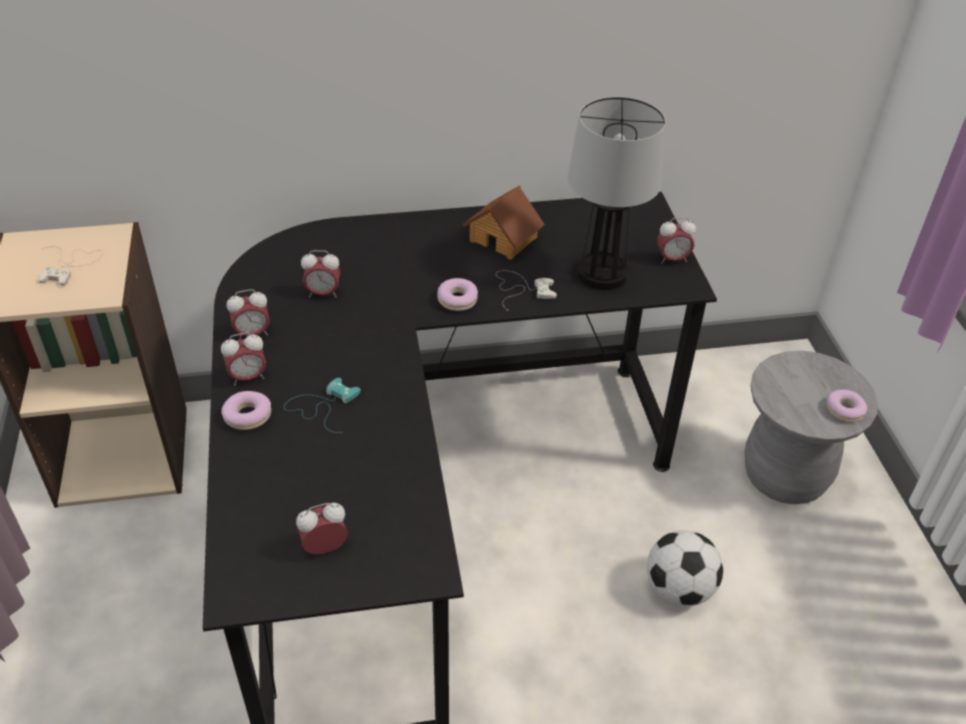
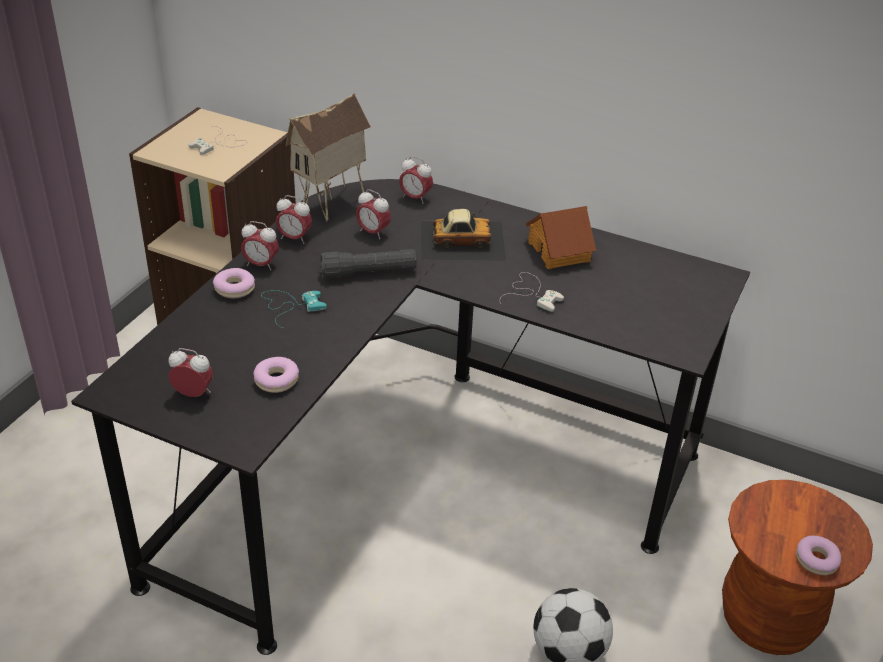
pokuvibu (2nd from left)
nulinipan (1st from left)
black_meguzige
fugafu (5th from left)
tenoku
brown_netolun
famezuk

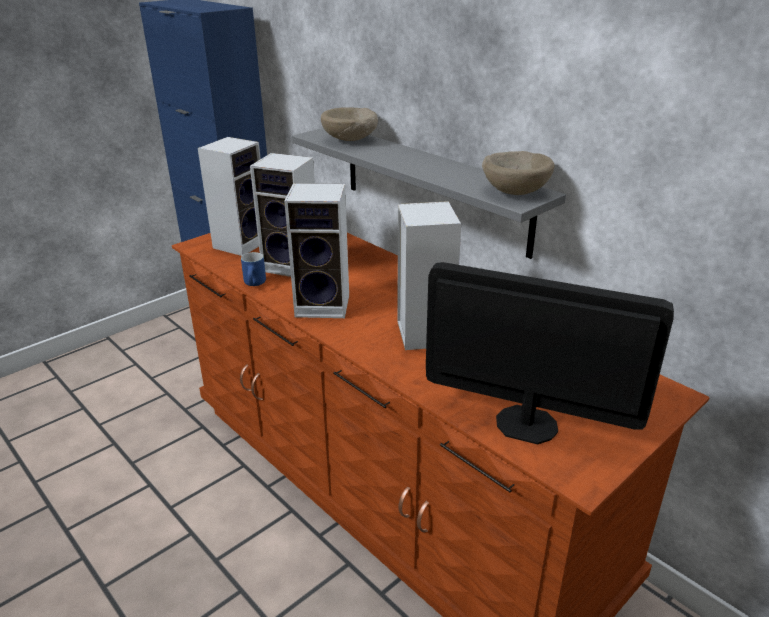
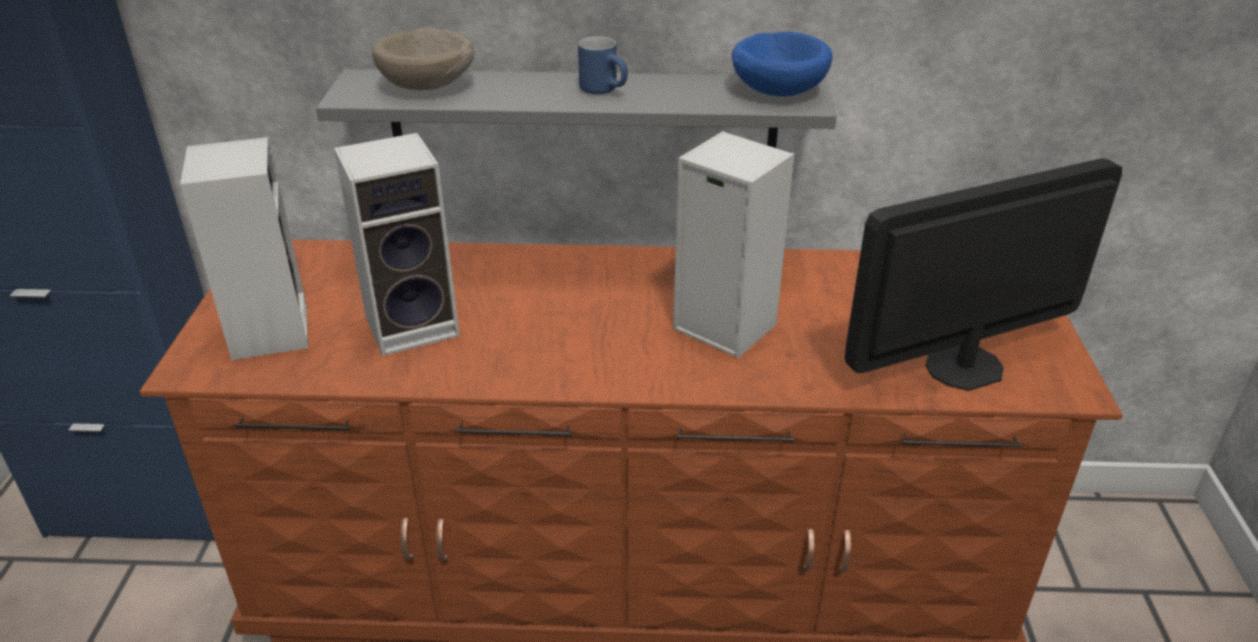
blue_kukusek
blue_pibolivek
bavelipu (3rd from left in the first image)

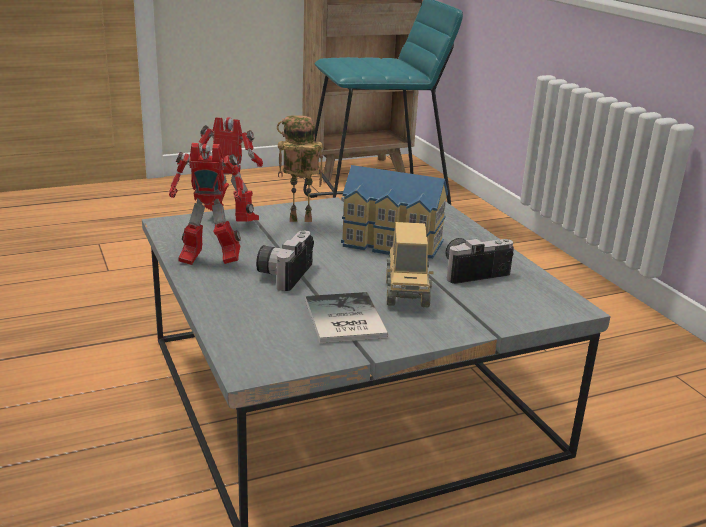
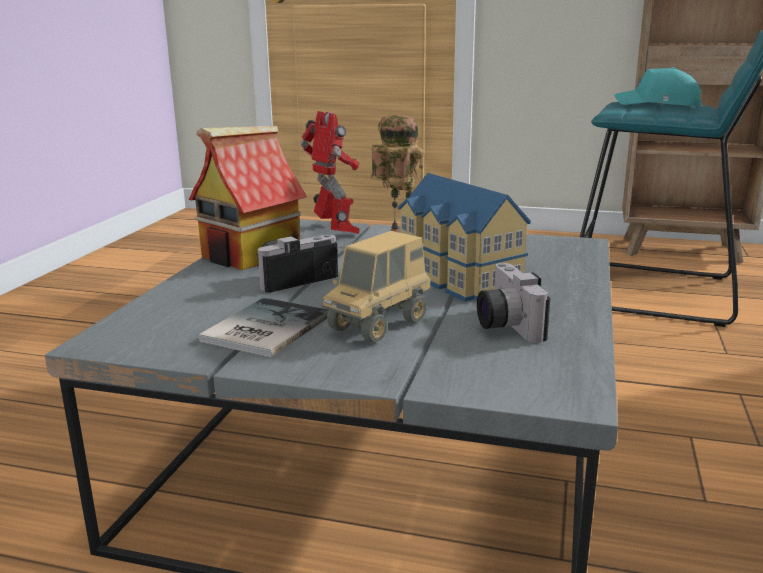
nulinipan (1st from left)
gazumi (2nd from left)
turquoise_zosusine

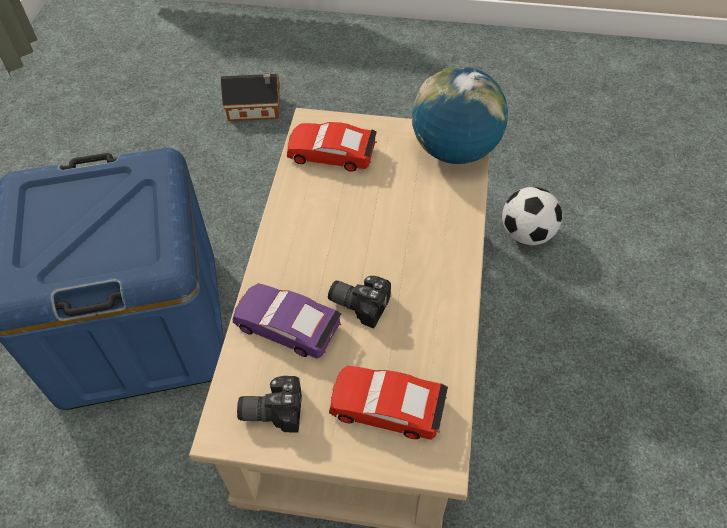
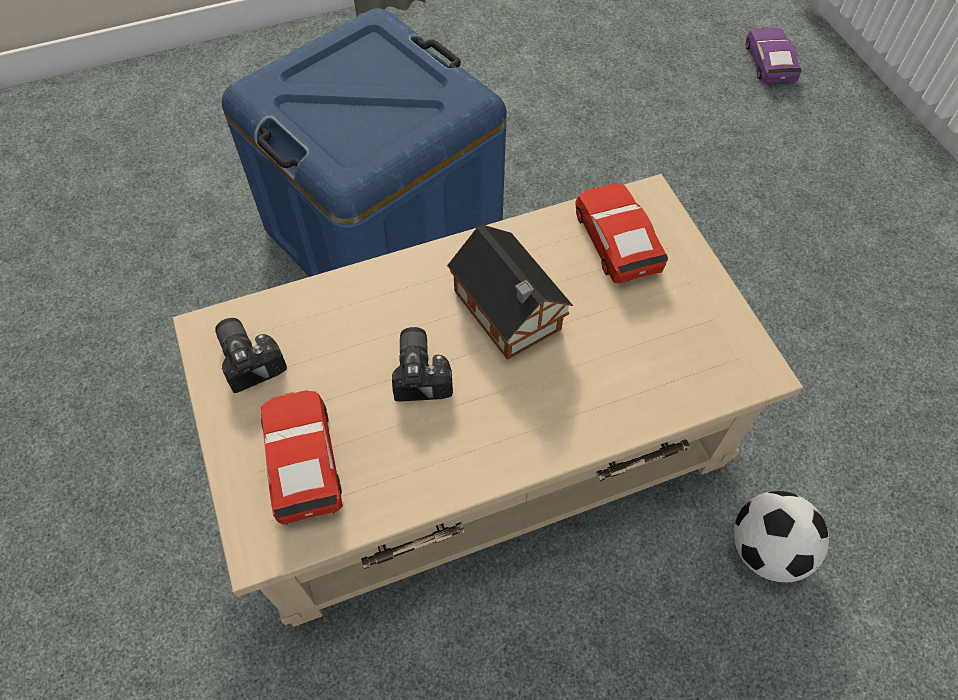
nulinipan
purple_tenoku
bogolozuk

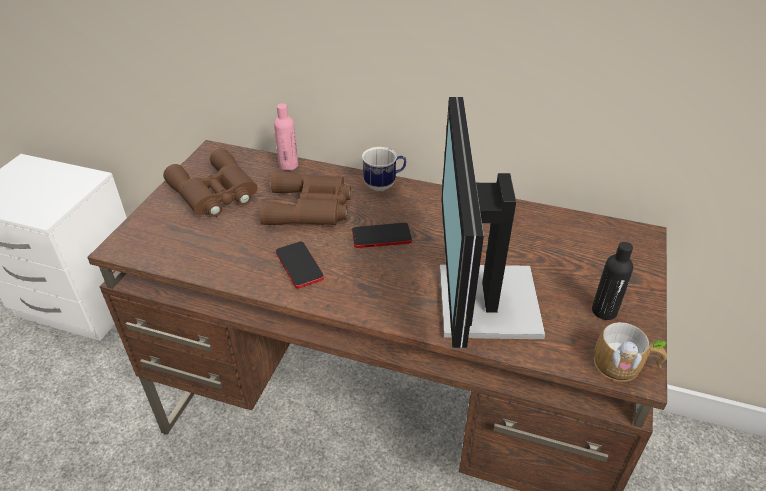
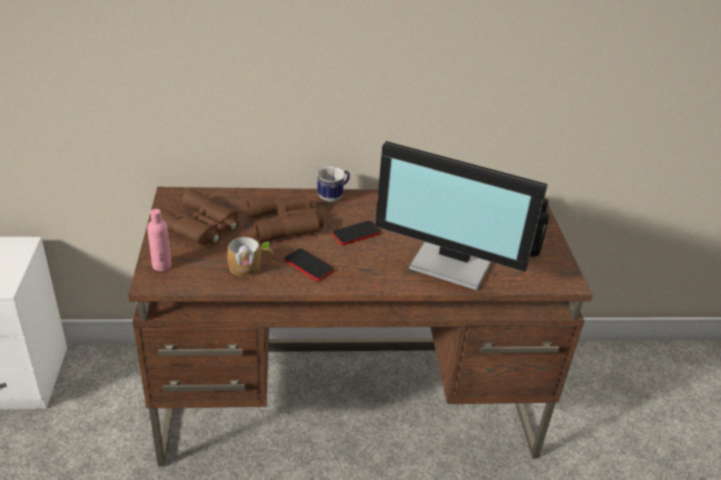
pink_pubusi
kukusek (1st from left)
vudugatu

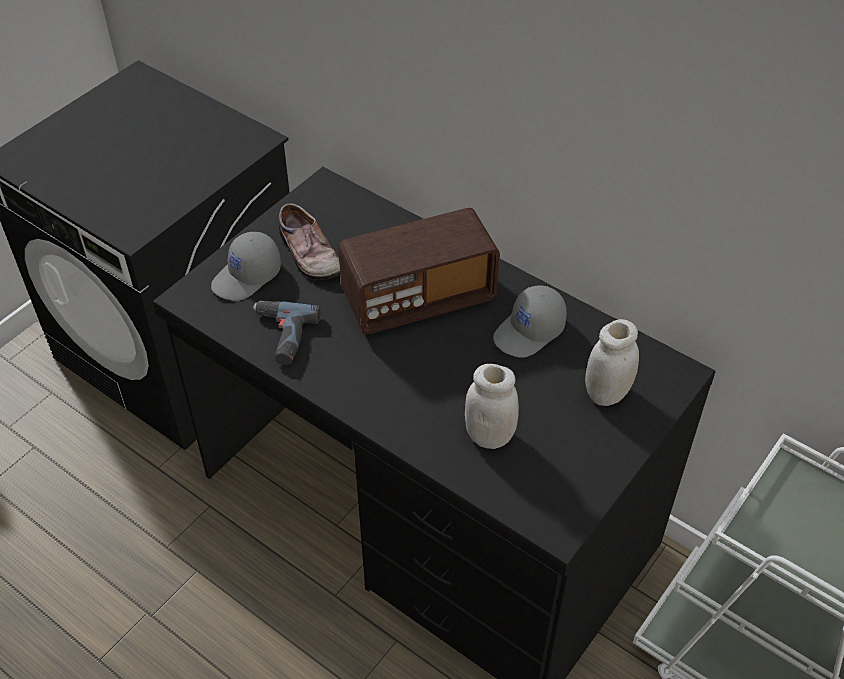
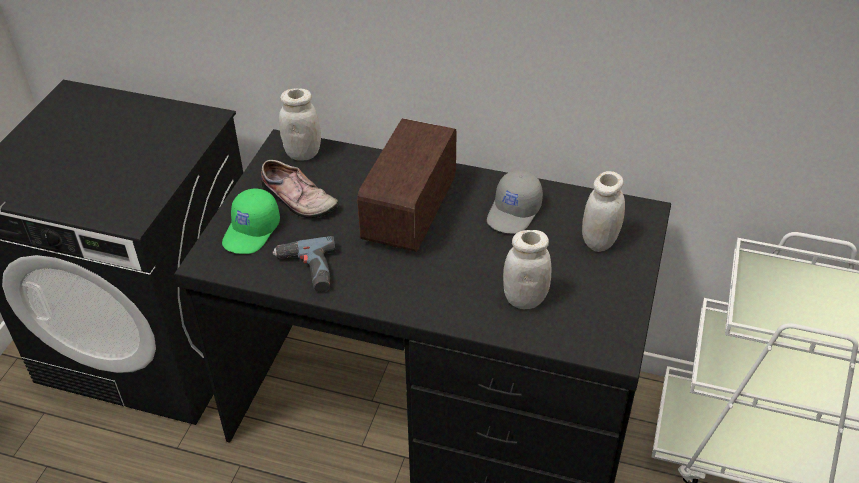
green_zosusine
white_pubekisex (1st from left)
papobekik

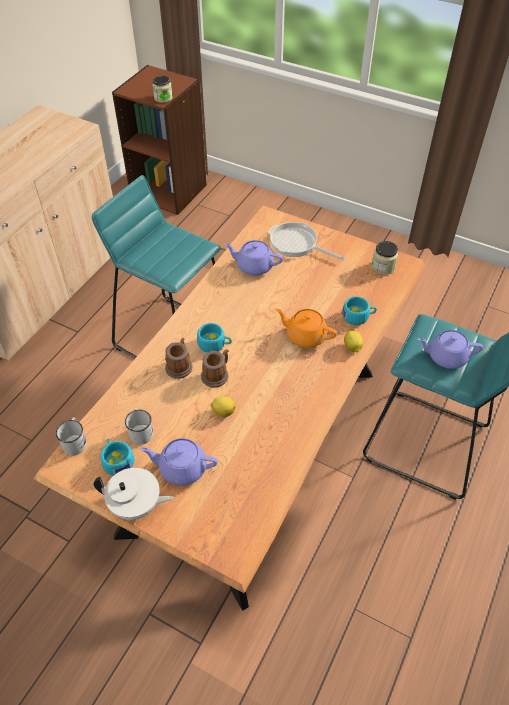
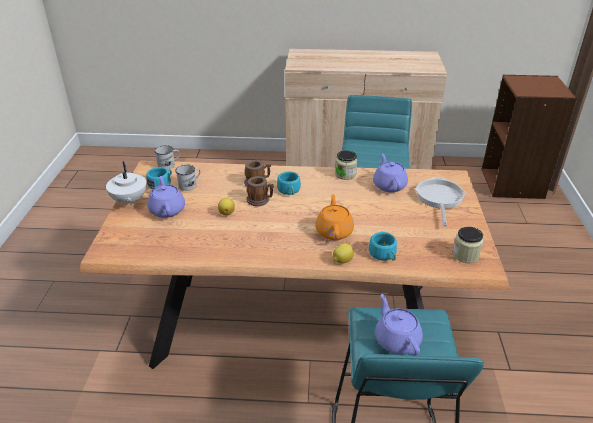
pubekisex (1st from left)

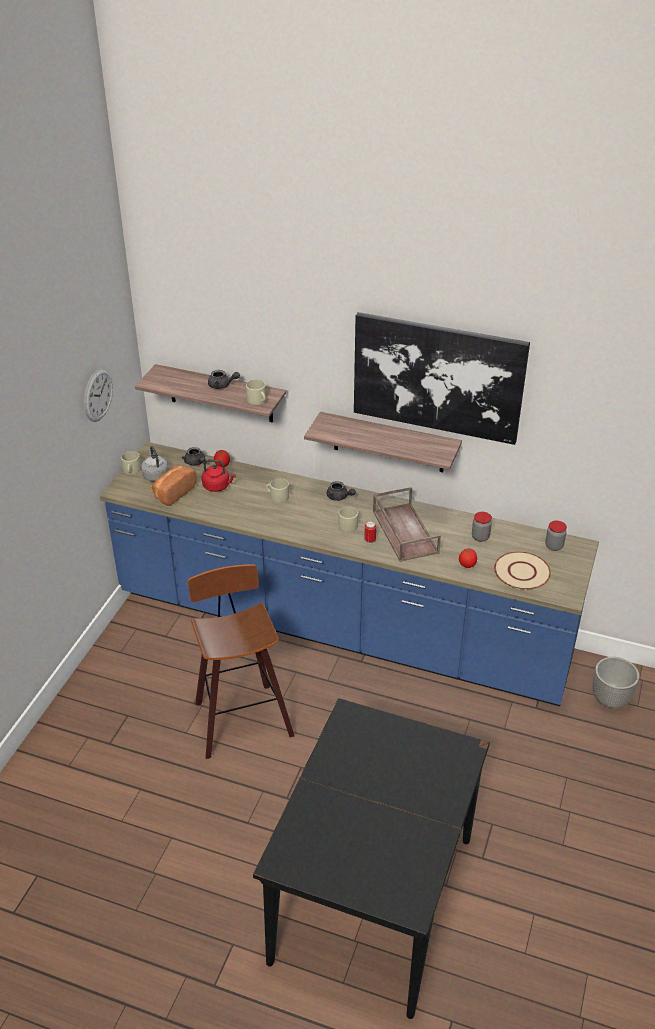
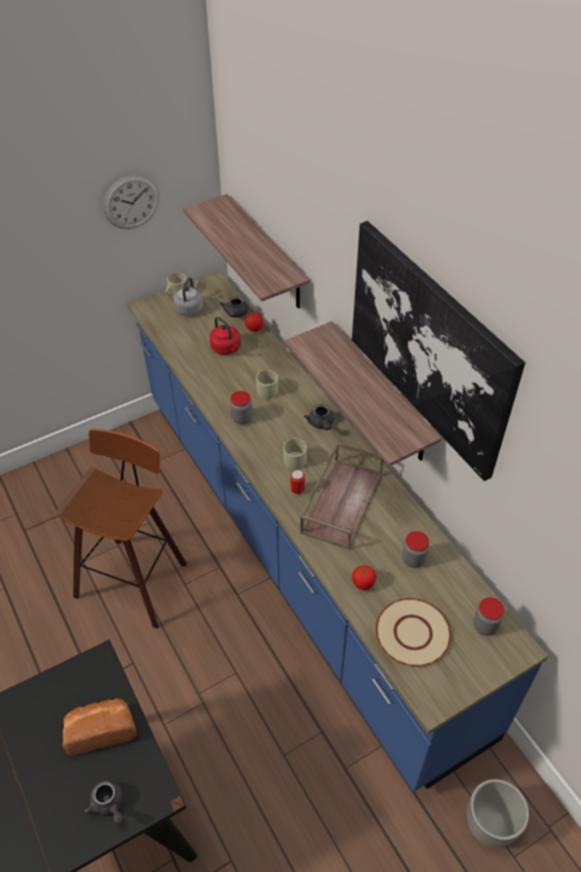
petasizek
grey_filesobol (1st from left)
pubekisex (1st from left)
beige_kukusek (2nd from left in the first image)

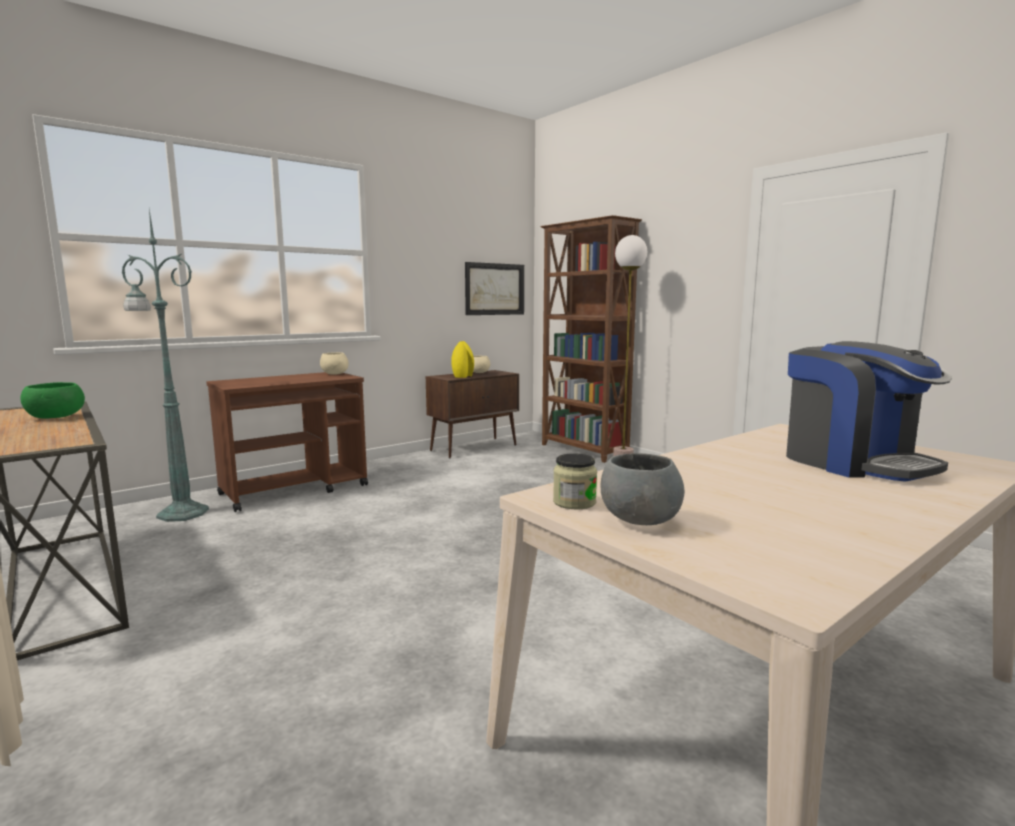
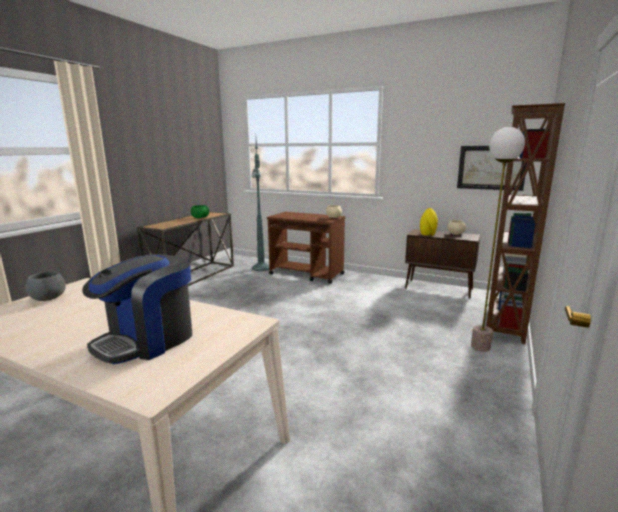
pubekisex

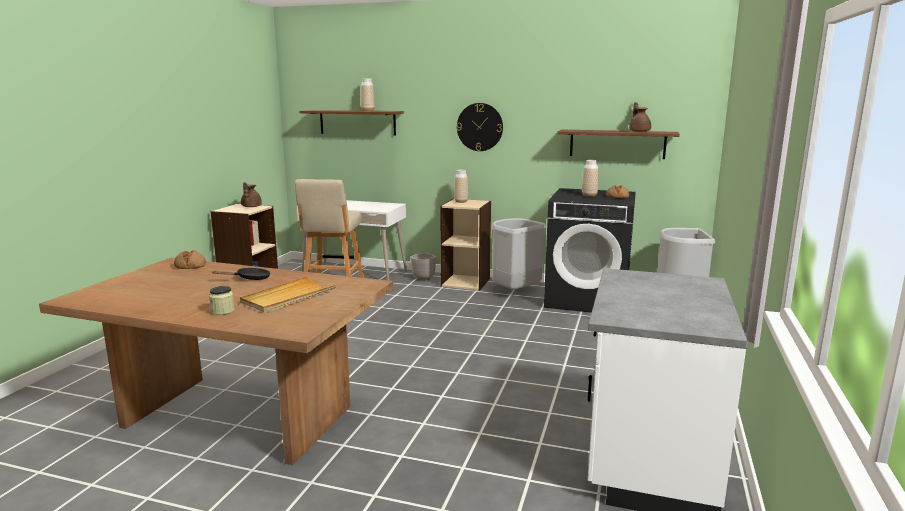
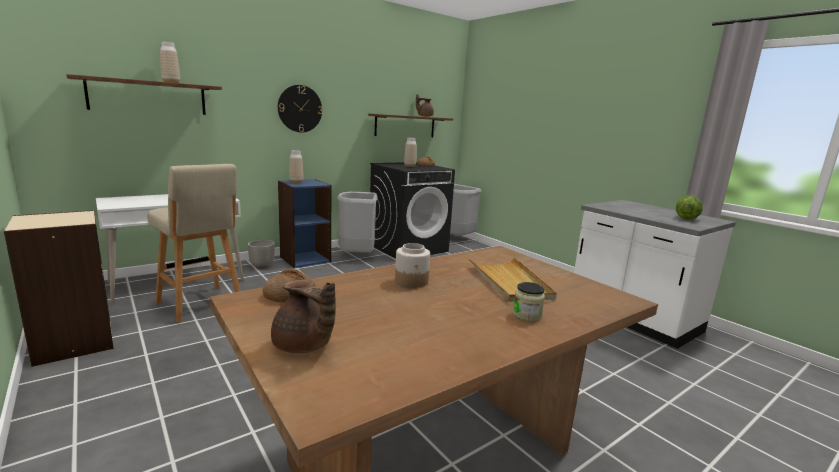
brown_filesobol (1st from left)
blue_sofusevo
pubekisex (1st from left)
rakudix

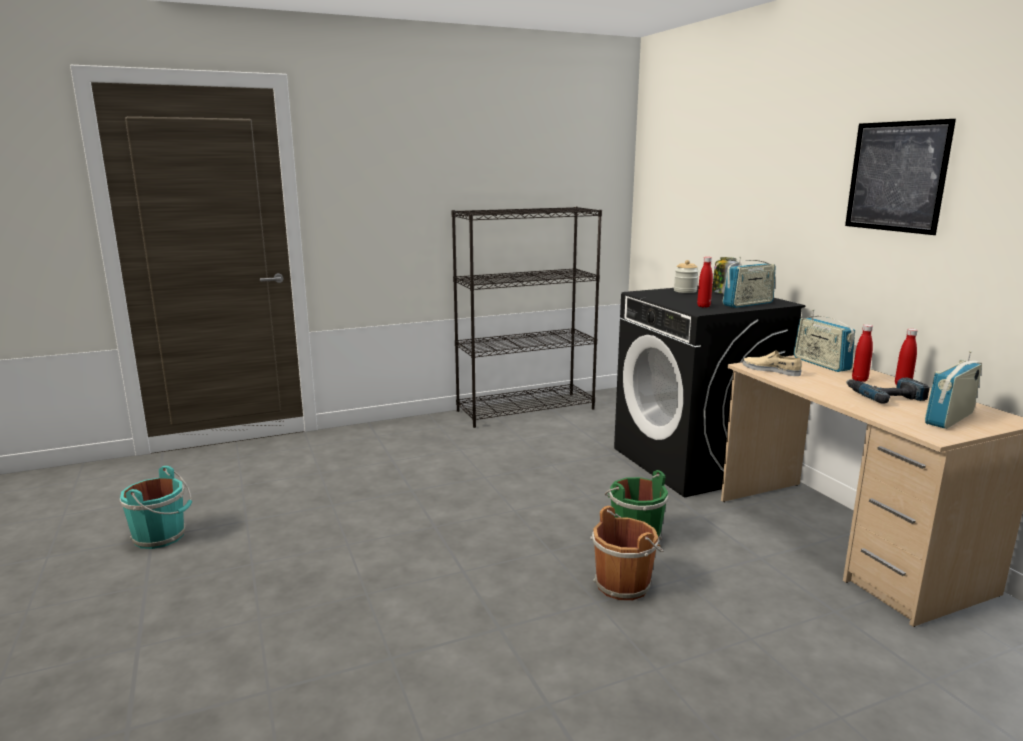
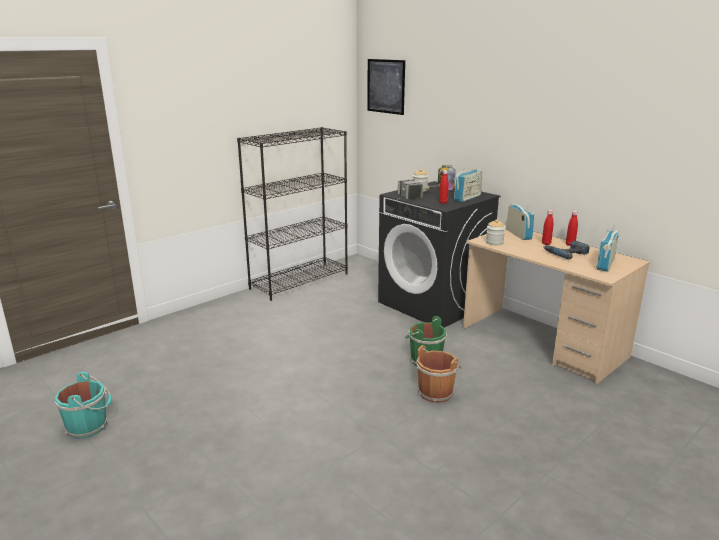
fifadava
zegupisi
pubekisex (3rd from left)
papobekik (2nd from left)

